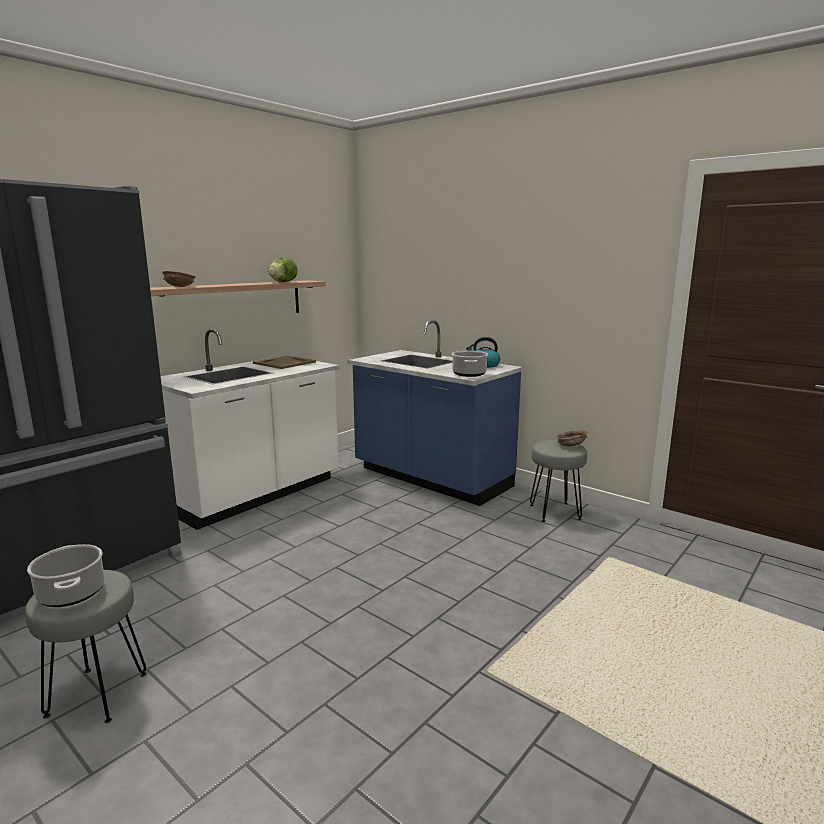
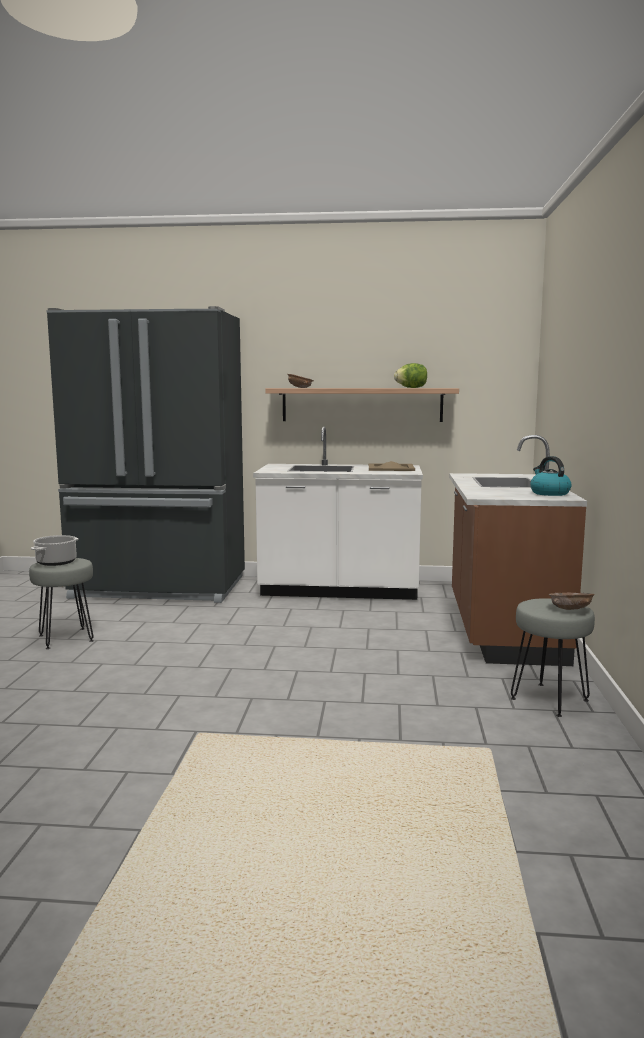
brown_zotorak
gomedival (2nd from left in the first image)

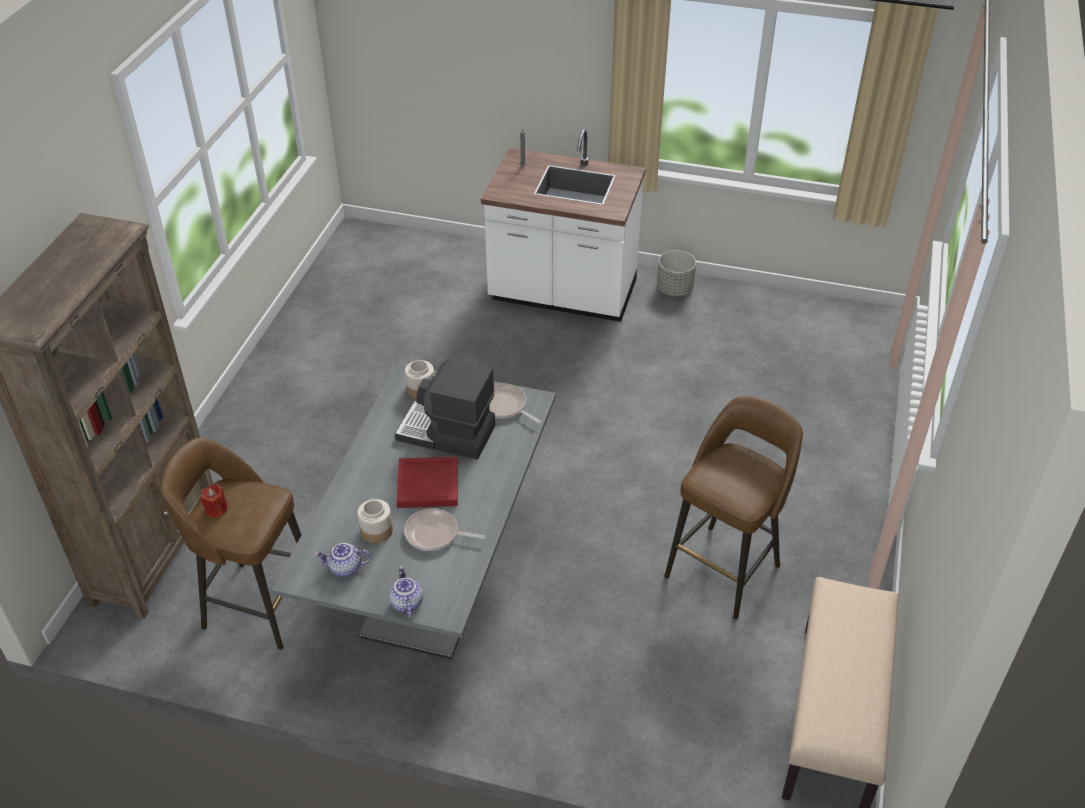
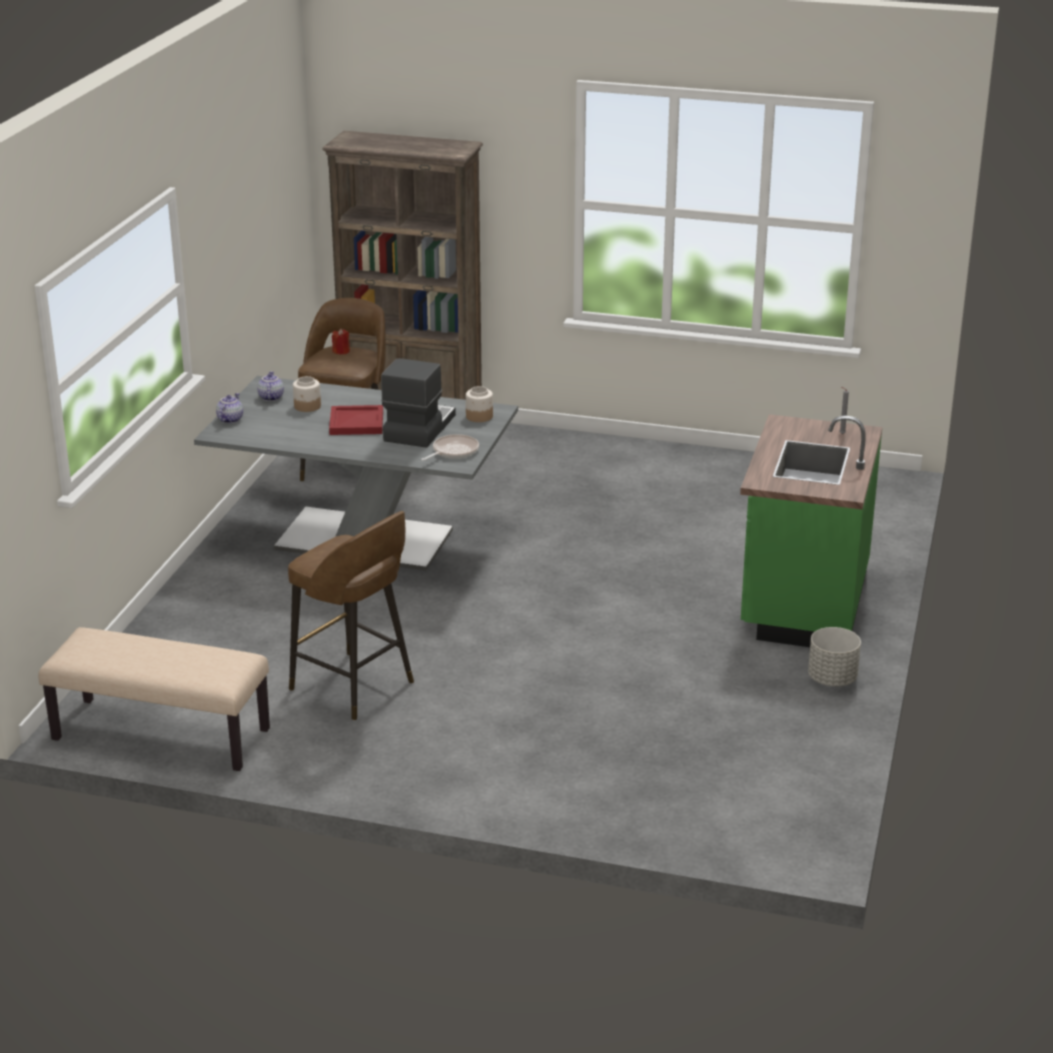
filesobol (1st from left)
green_zotorak
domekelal (1st from left in the first image)

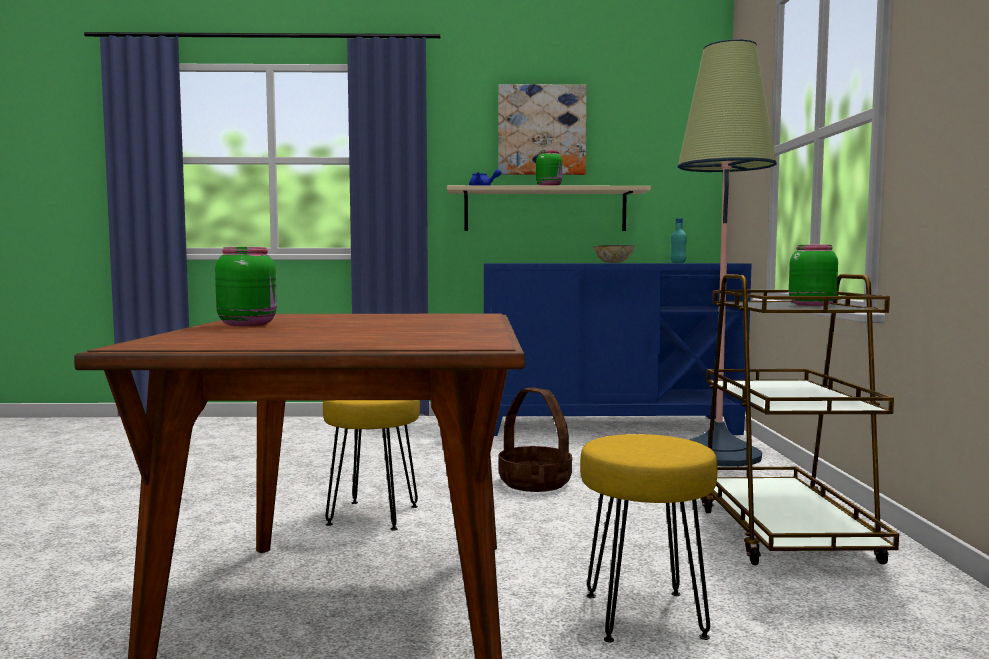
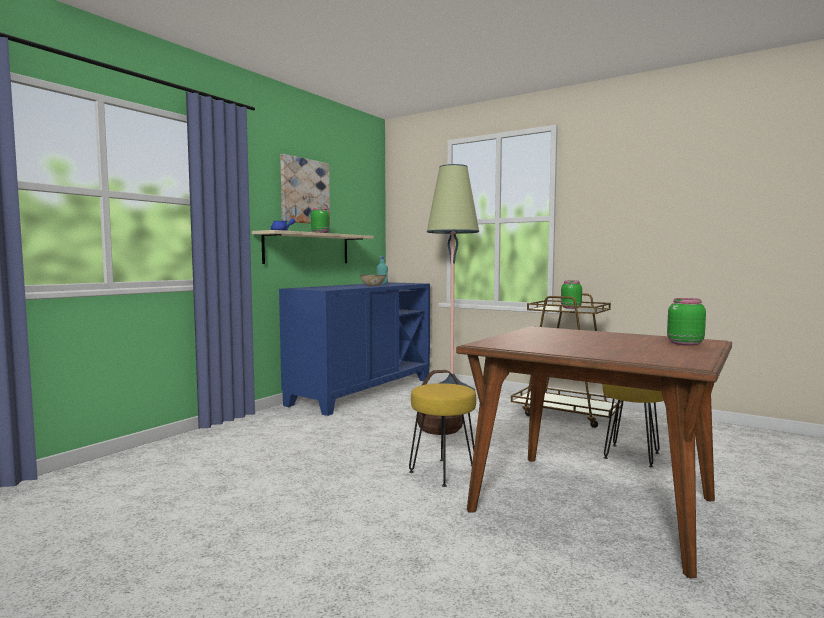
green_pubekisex (3rd from left)

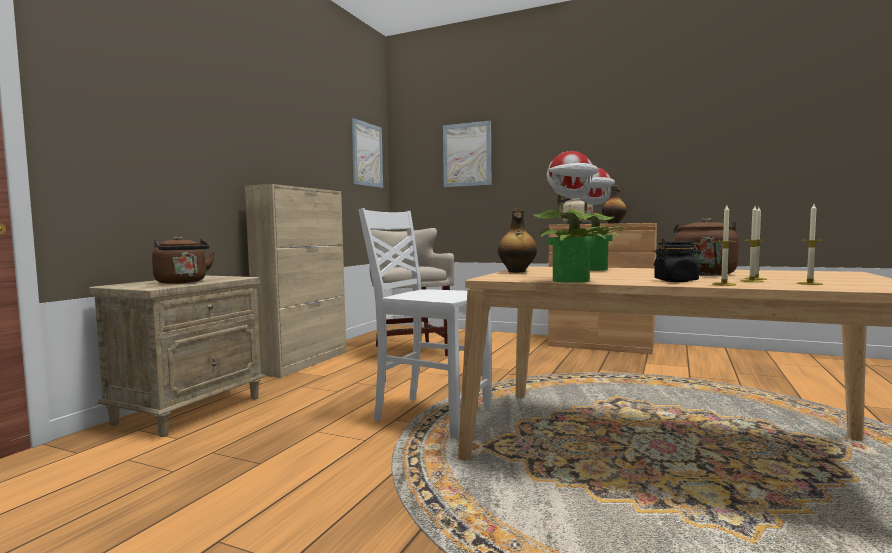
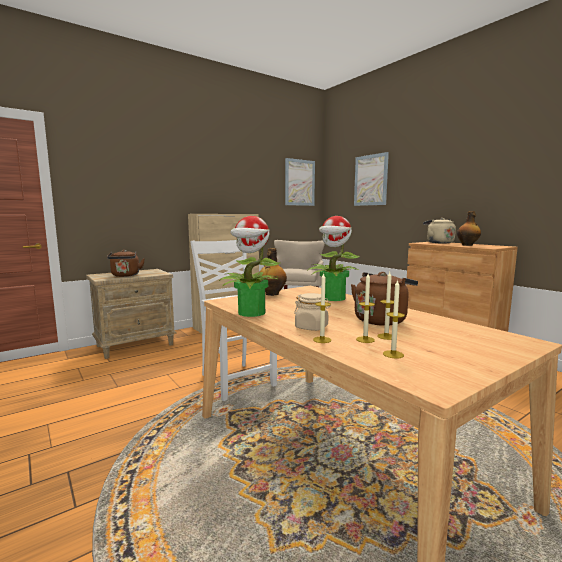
beige_pubekisex

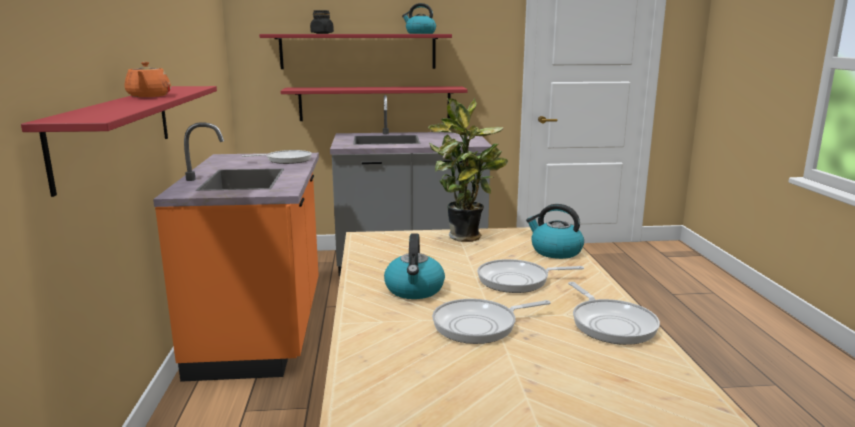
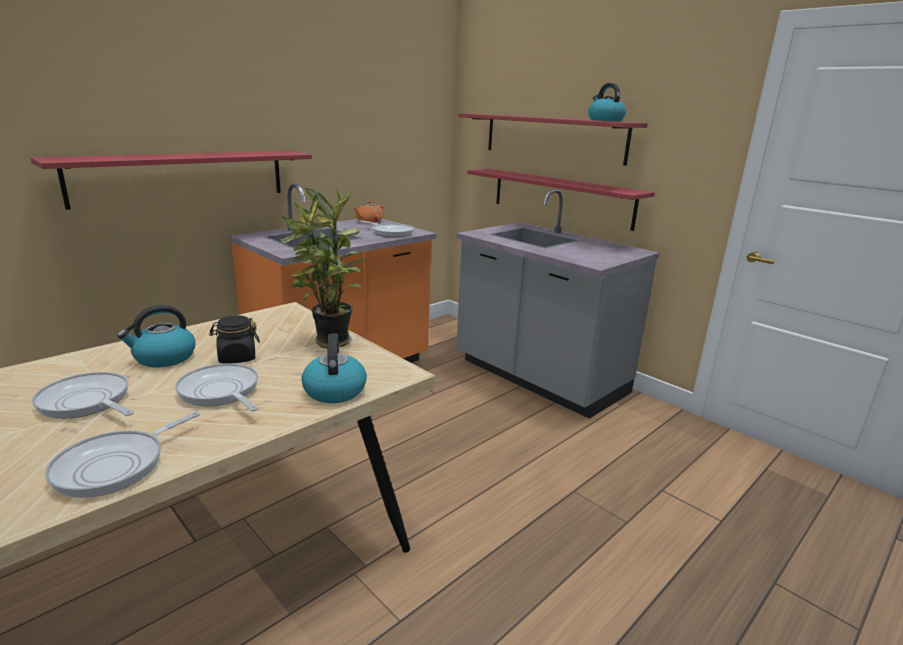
black_pubekisex
orange_filesobol

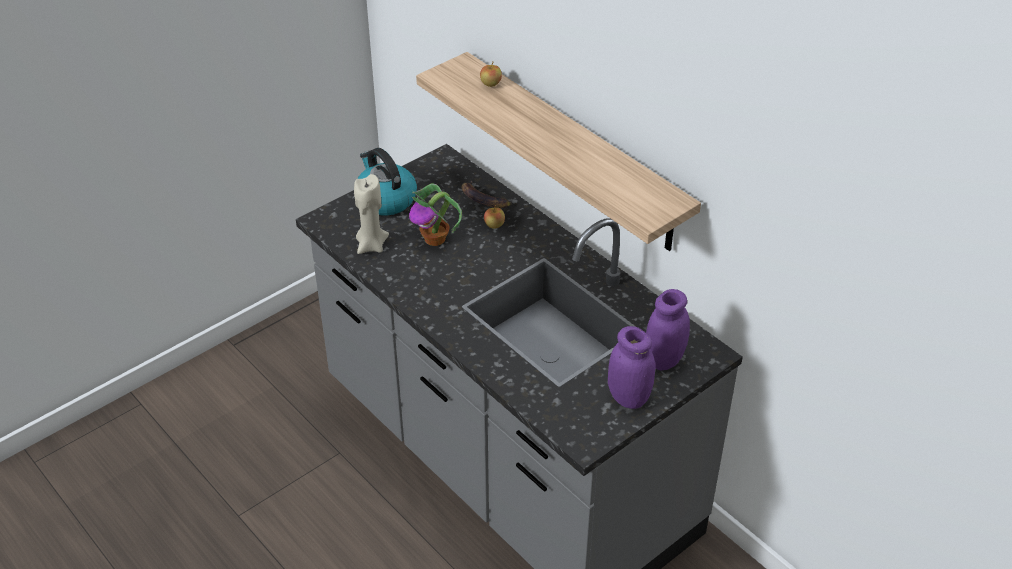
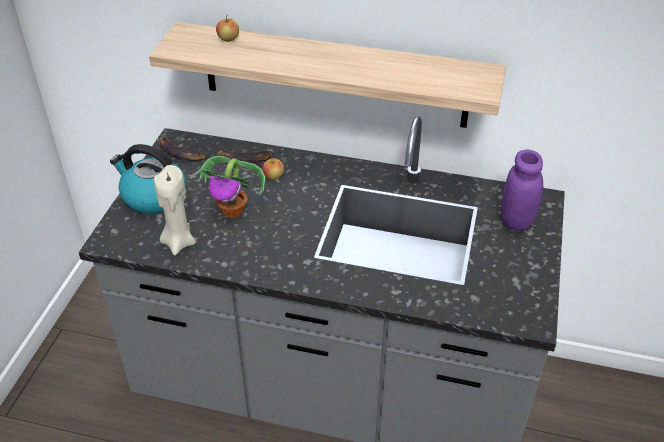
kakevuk (1st from left)
purple_pubekisex (1st from left in the first image)

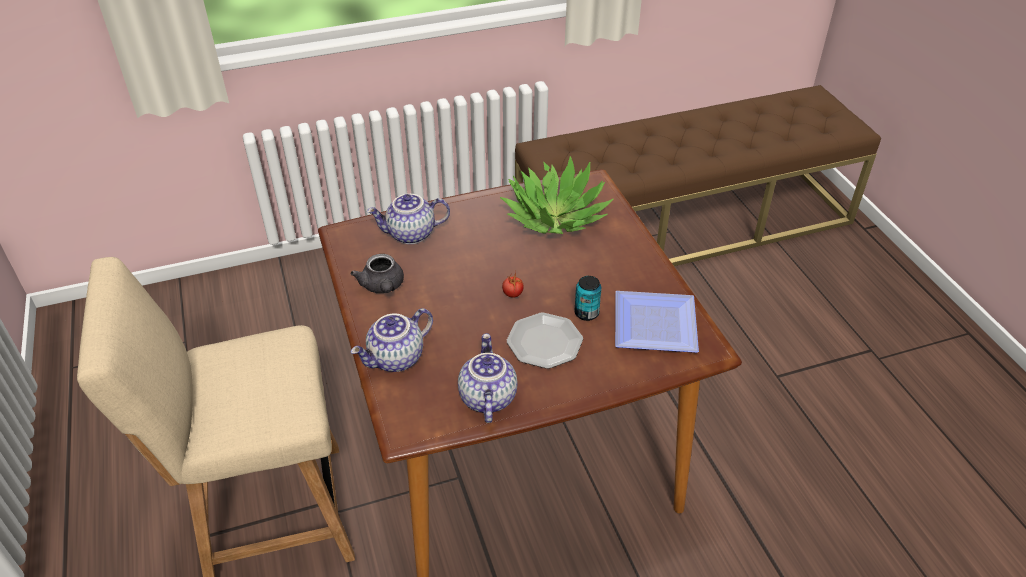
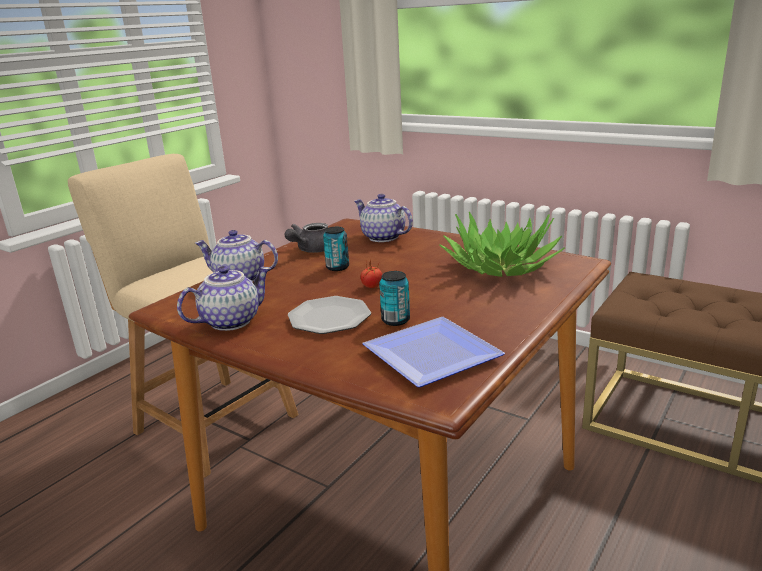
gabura (1st from left)

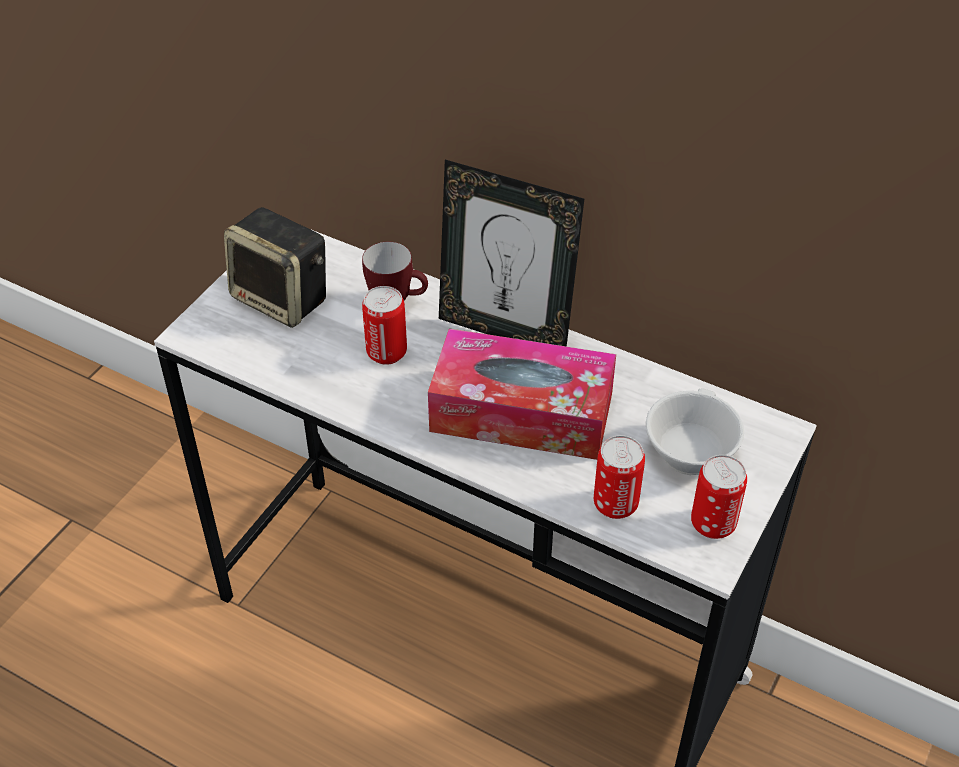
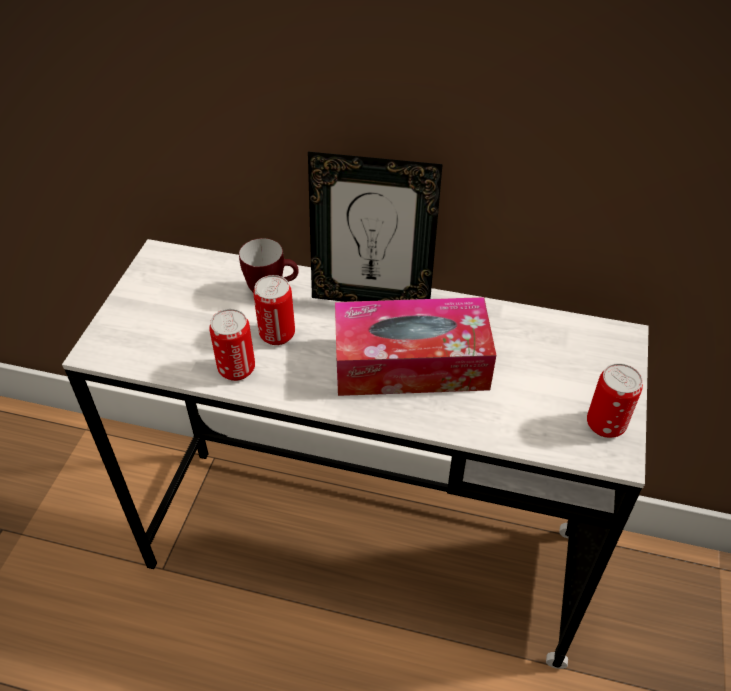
gabura (1st from left)
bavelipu
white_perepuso

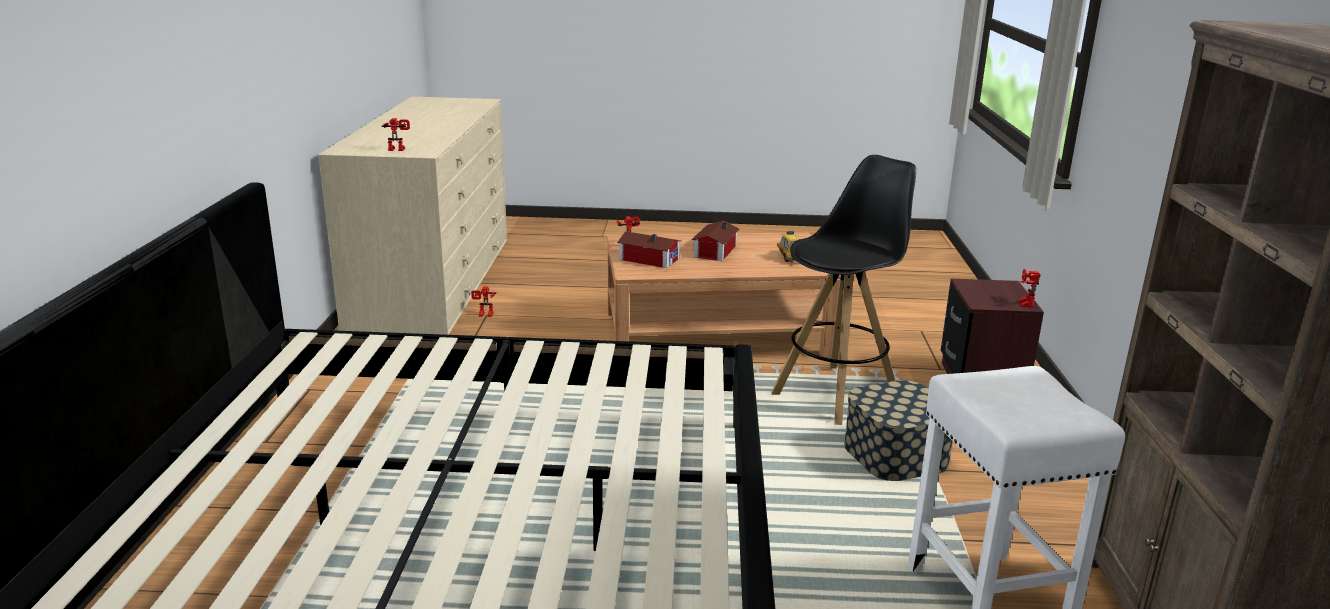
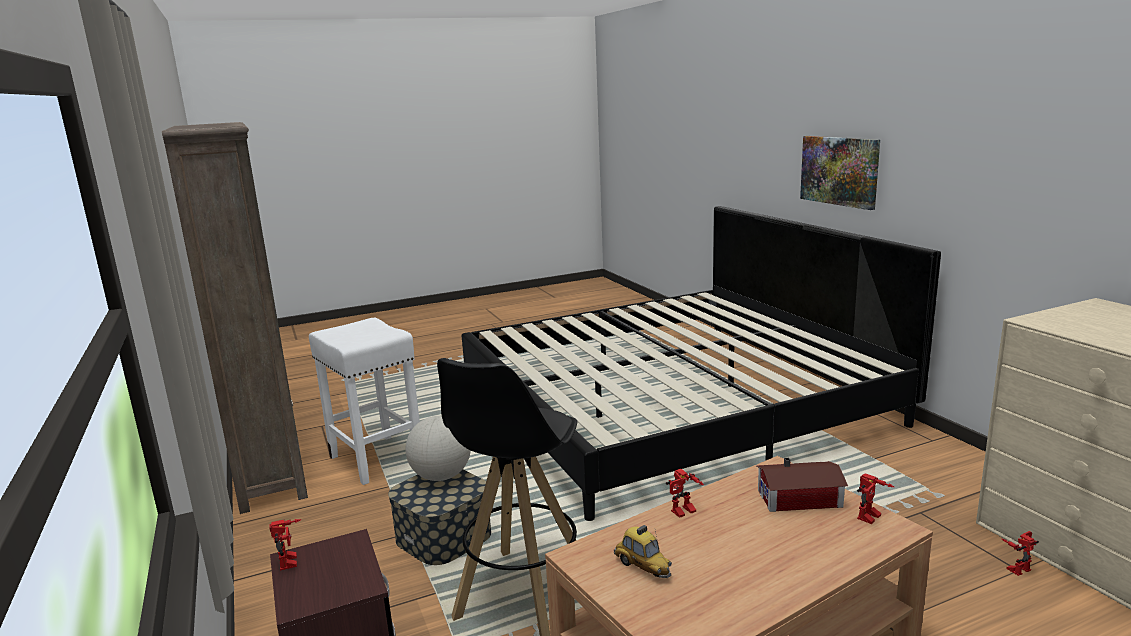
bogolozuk
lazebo (2nd from left)
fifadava
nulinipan (2nd from left in the first image)

